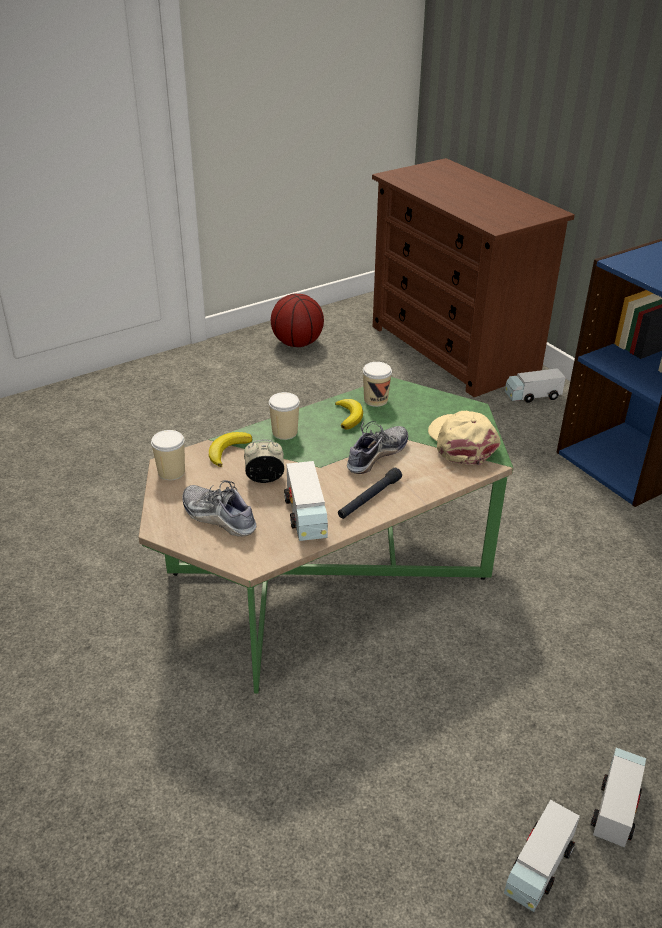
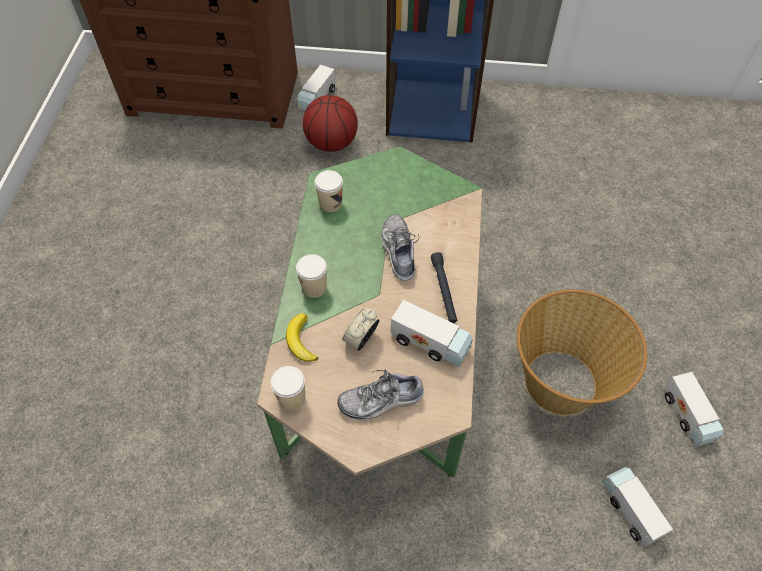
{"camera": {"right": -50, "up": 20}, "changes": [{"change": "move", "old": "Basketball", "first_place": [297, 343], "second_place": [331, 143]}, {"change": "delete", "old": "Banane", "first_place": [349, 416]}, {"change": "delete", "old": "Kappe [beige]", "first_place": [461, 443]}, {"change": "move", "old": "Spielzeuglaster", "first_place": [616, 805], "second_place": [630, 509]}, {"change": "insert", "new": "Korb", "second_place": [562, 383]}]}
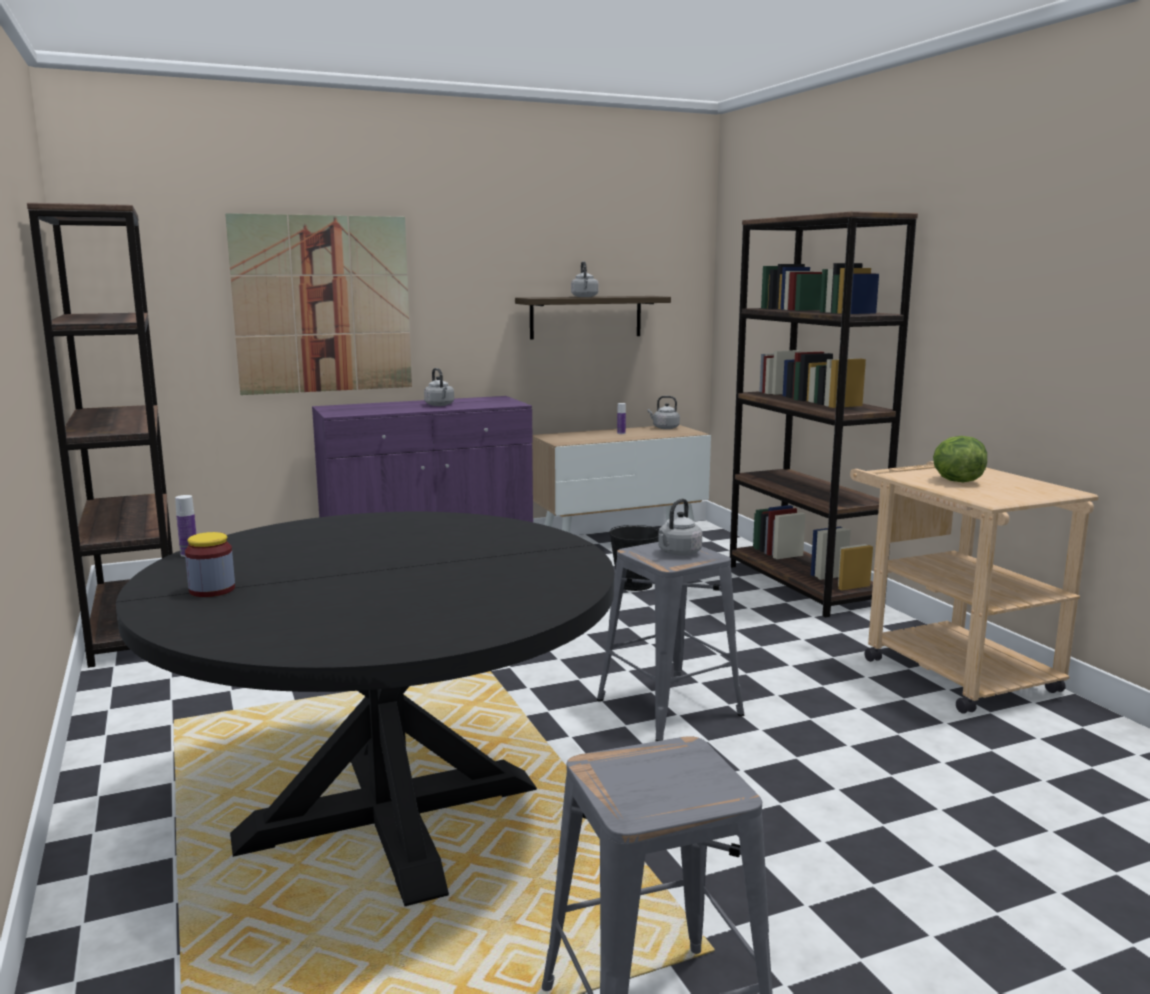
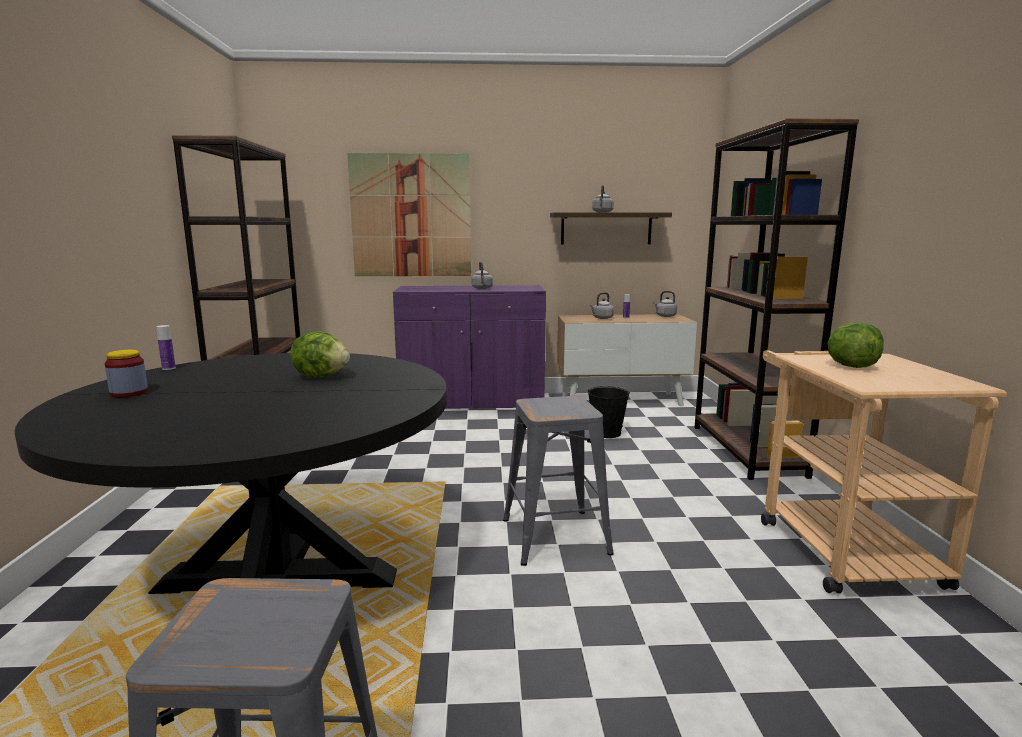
{"camera": {"right": 20, "up": 0}, "changes": [{"change": "move", "old": "Wasserkessel [grau]", "first_place": [678, 553], "second_place": [602, 318]}, {"change": "insert", "new": "Salatkopf", "second_place": [322, 376]}]}
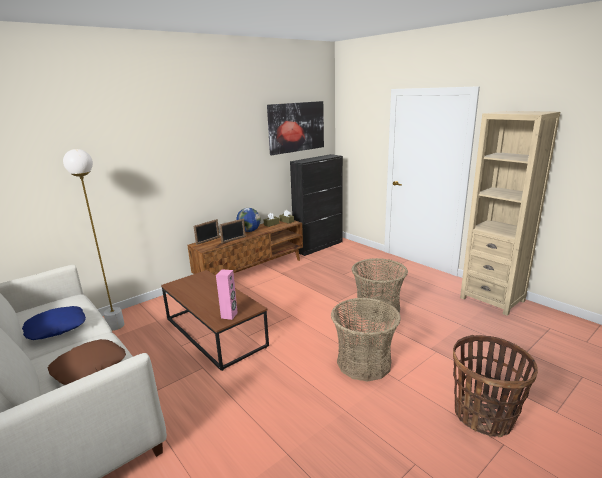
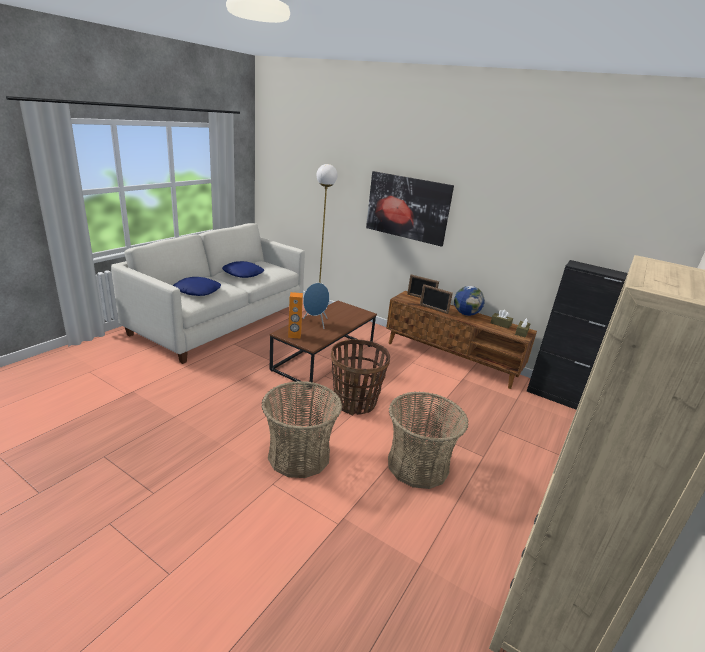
{"camera": {"right": 70, "up": 5}, "changes": [{"change": "move", "old": "Bild", "first_place": [296, 127], "second_place": [407, 207]}, {"change": "recolor", "old": "Lautsprecher [rosa]", "new": "Lautsprecher [orange]", "first_place": [229, 315], "second_place": [294, 335]}, {"change": "move", "old": "Korb", "first_place": [484, 416], "second_place": [355, 402]}, {"change": "recolor", "old": "Kissen [braun]", "new": "Kissen [blau]", "first_place": [89, 367], "second_place": [197, 291]}, {"change": "insert", "new": "Lautsprecher [blau]", "second_place": [315, 323]}]}
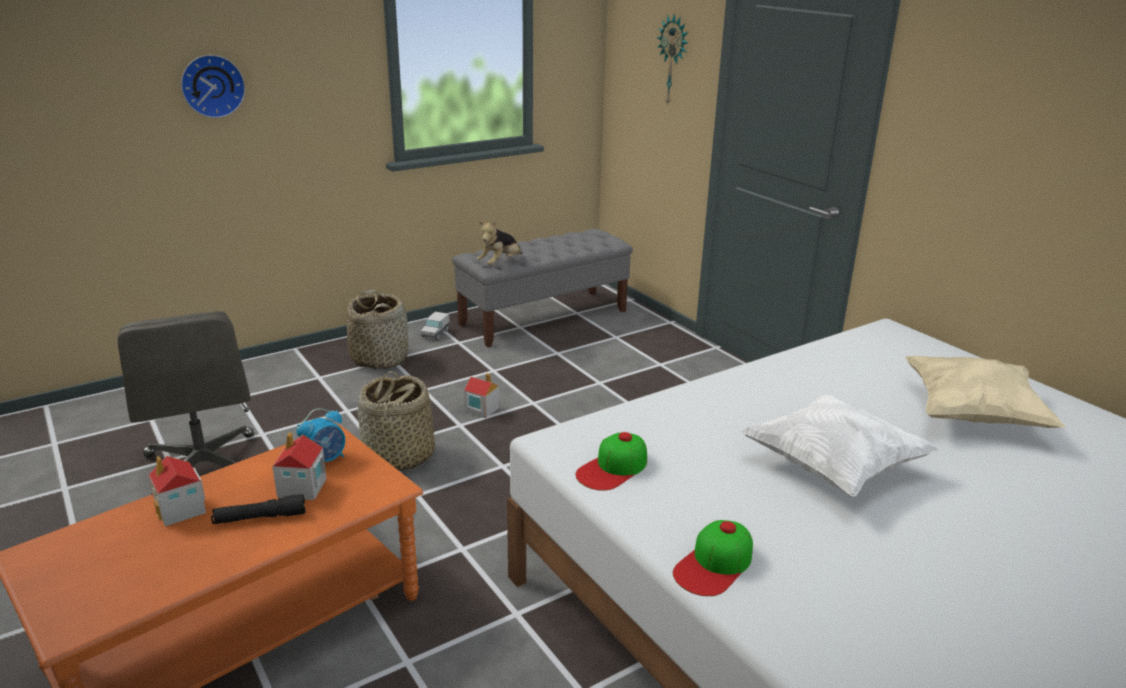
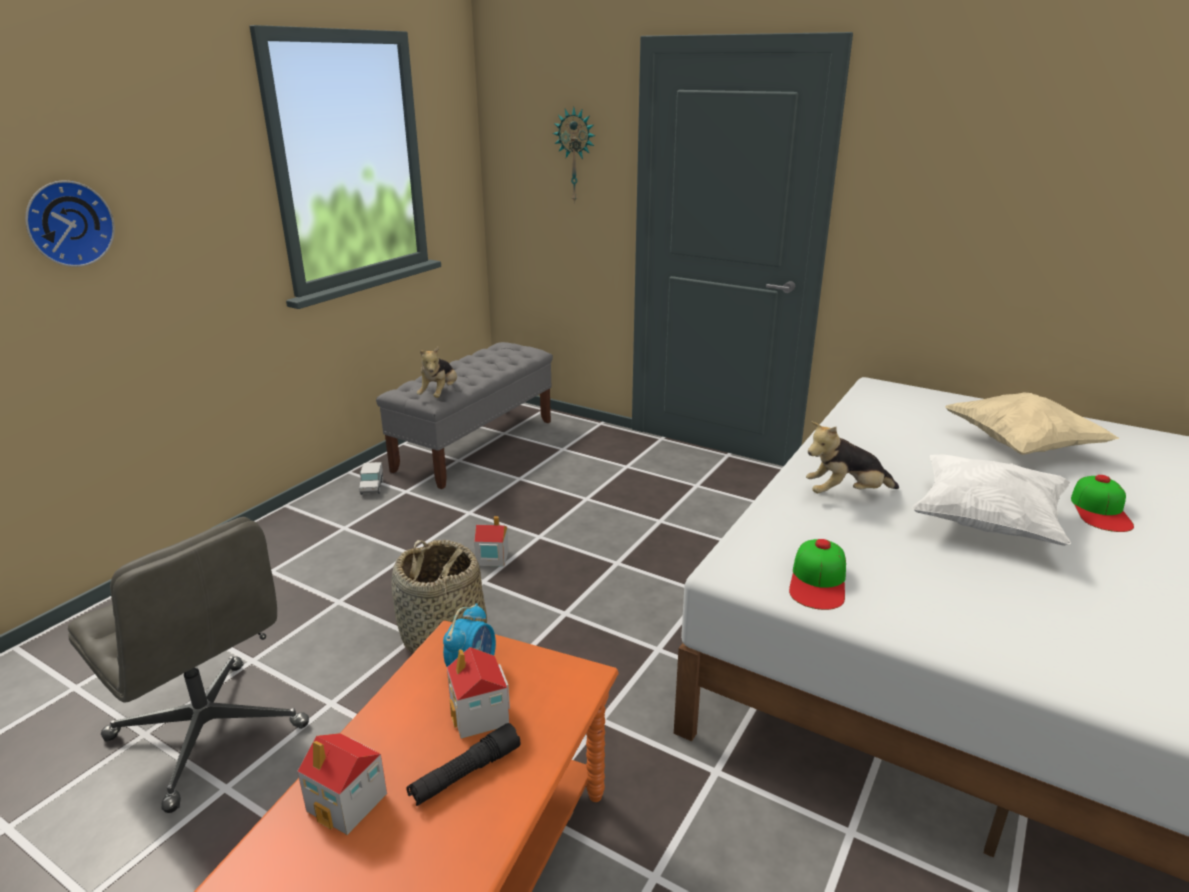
{"camera": {"right": -25, "up": 0}, "changes": [{"change": "delete", "old": "Korb", "first_place": [380, 358]}, {"change": "move", "old": "Kappe", "first_place": [714, 565], "second_place": [1100, 511]}, {"change": "insert", "new": "Plüschtier", "second_place": [845, 494]}]}
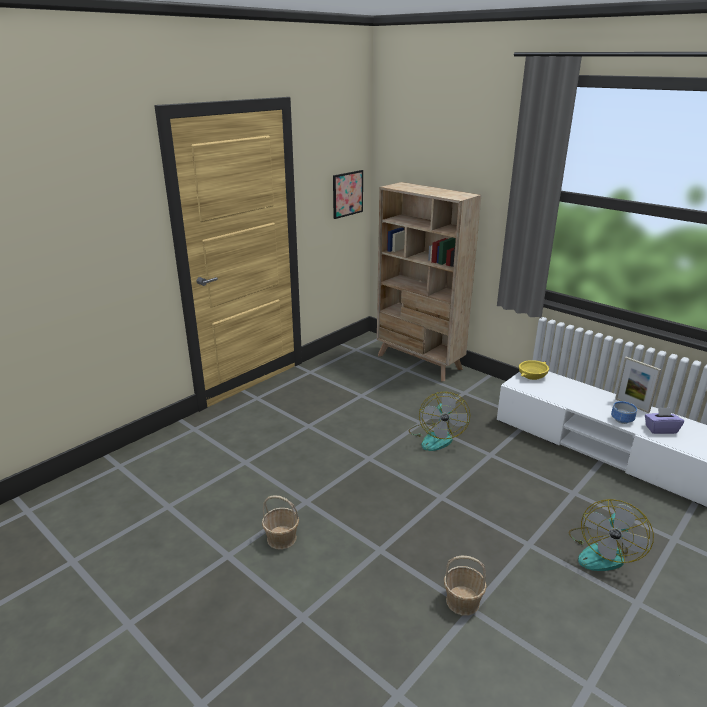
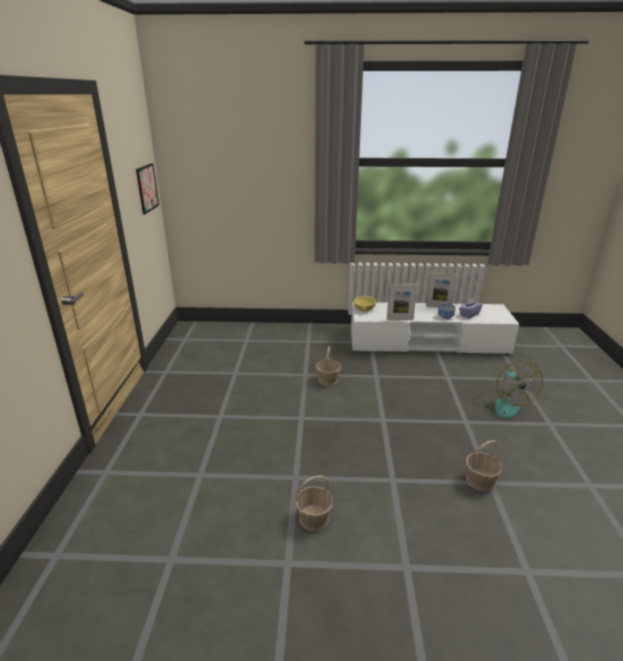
{"camera": {"right": -40, "up": 0}, "changes": [{"change": "delete", "old": "Bücherregal [beige]", "first_place": [419, 362]}, {"change": "replace", "old": "Ventilator", "new": "Korb", "first_place": [436, 437], "second_place": [328, 380]}, {"change": "insert", "new": "Bilderrahmen", "second_place": [400, 319]}]}
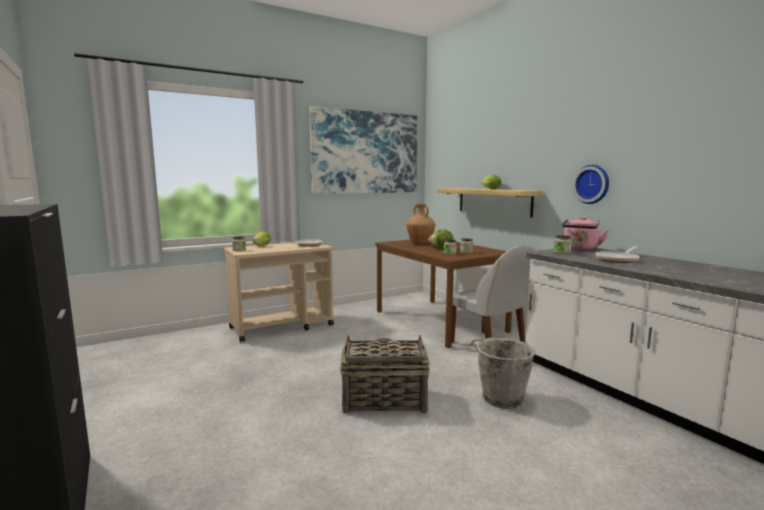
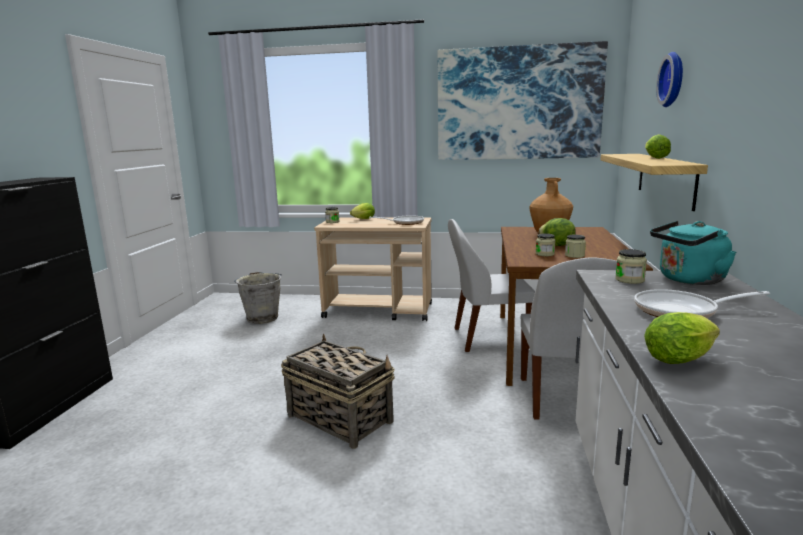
{"camera": {"right": 40, "up": 5}, "changes": [{"change": "move", "old": "Wanduhr", "first_place": [592, 184], "second_place": [674, 79]}, {"change": "recolor", "old": "Wasserkessel [rosa]", "new": "Wasserkessel [türkis]", "first_place": [580, 249], "second_place": [688, 280]}, {"change": "move", "old": "Eimer [grau]", "first_place": [500, 398], "second_place": [262, 318]}, {"change": "insert", "new": "Stuhl [weiß]", "second_place": [487, 338]}, {"change": "insert", "new": "Salatkopf", "second_place": [682, 358]}]}
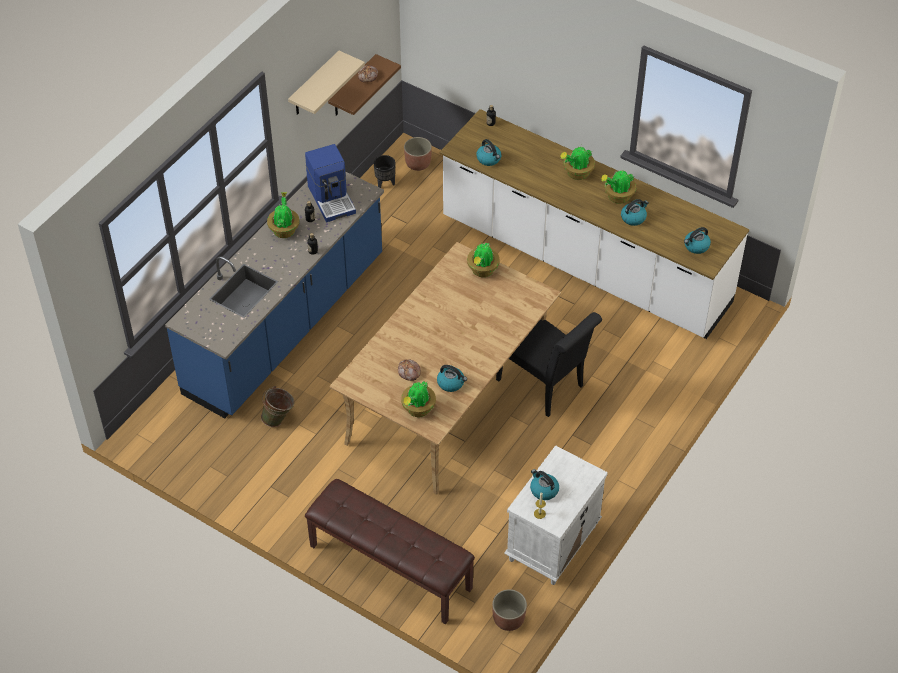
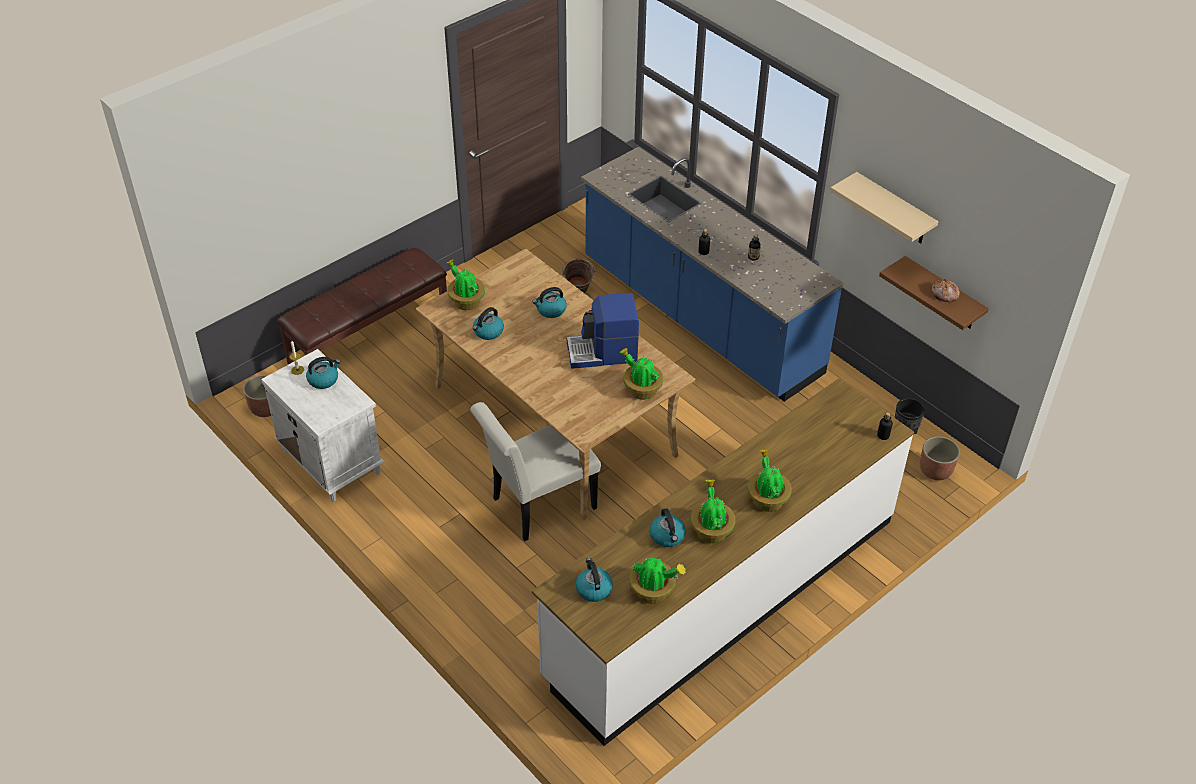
{"camera": {"right": 105, "up": -5}, "changes": [{"change": "move", "old": "Wasserkessel", "first_place": [489, 159], "second_place": [550, 310]}, {"change": "move", "old": "Kaffeemaschine", "first_place": [332, 199], "second_place": [602, 353]}, {"change": "move", "old": "Topfpflanze", "first_place": [284, 229], "second_place": [653, 592]}, {"change": "recolor", "old": "Stuhl [schwarz]", "new": "Stuhl [weiß]", "first_place": [544, 386], "second_place": [538, 506]}, {"change": "delete", "old": "Brot", "first_place": [408, 372]}]}
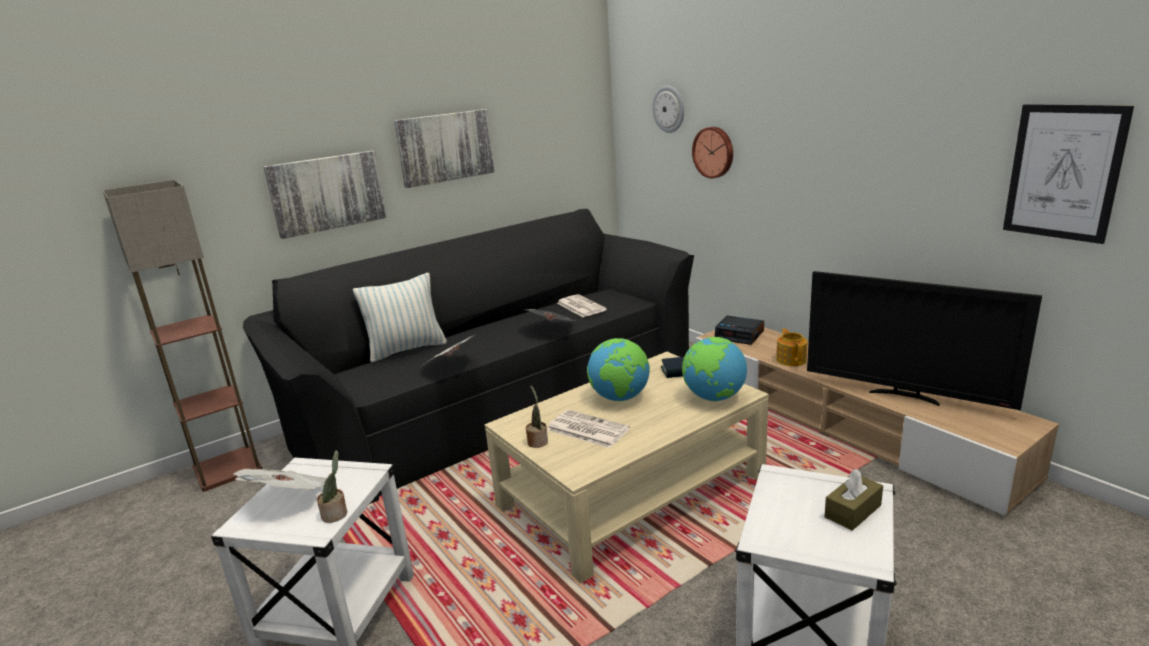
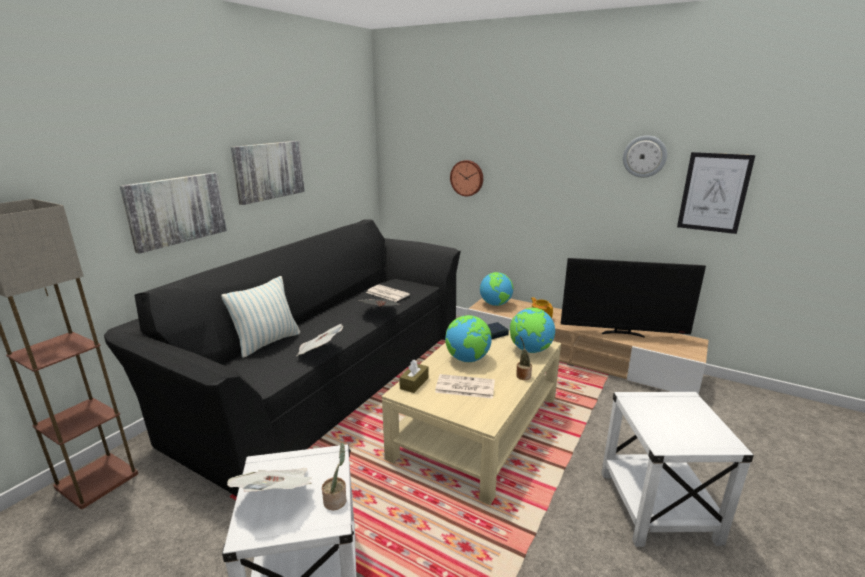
{"camera": {"right": -25, "up": 0}, "changes": [{"change": "move", "old": "Wanduhr", "first_place": [669, 109], "second_place": [644, 156]}, {"change": "replace", "old": "Wecker", "new": "Globus", "first_place": [740, 335], "second_place": [495, 304]}, {"change": "move", "old": "Topfpflanze", "first_place": [537, 441], "second_place": [522, 375]}, {"change": "move", "old": "Taschentuchbox [braun]", "first_place": [852, 511], "second_place": [414, 383]}]}
